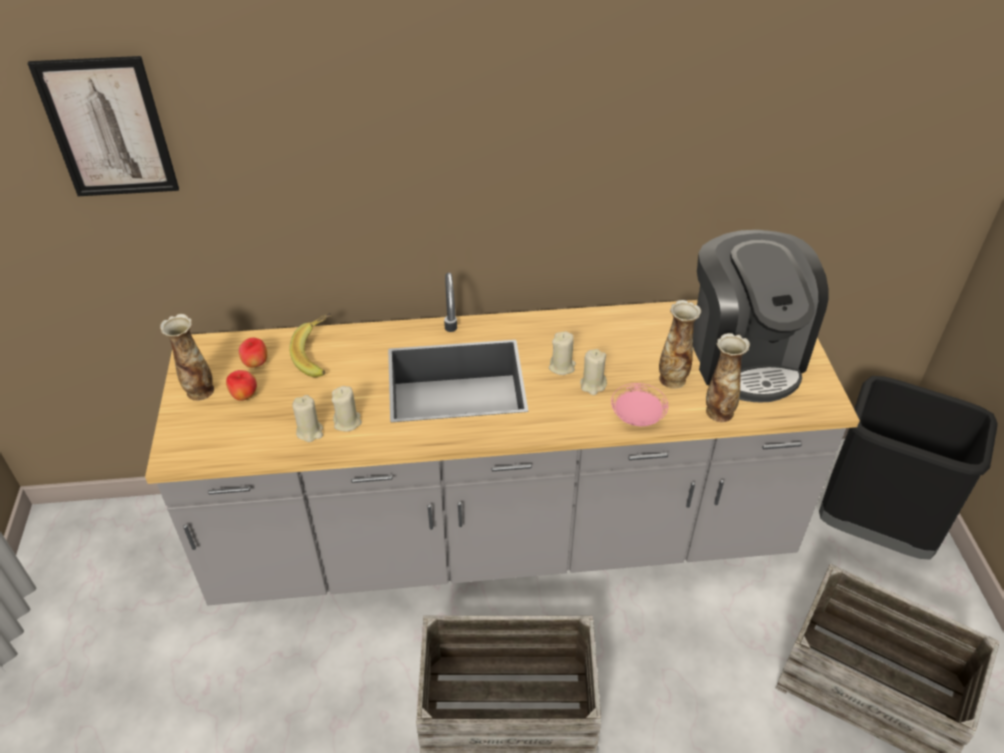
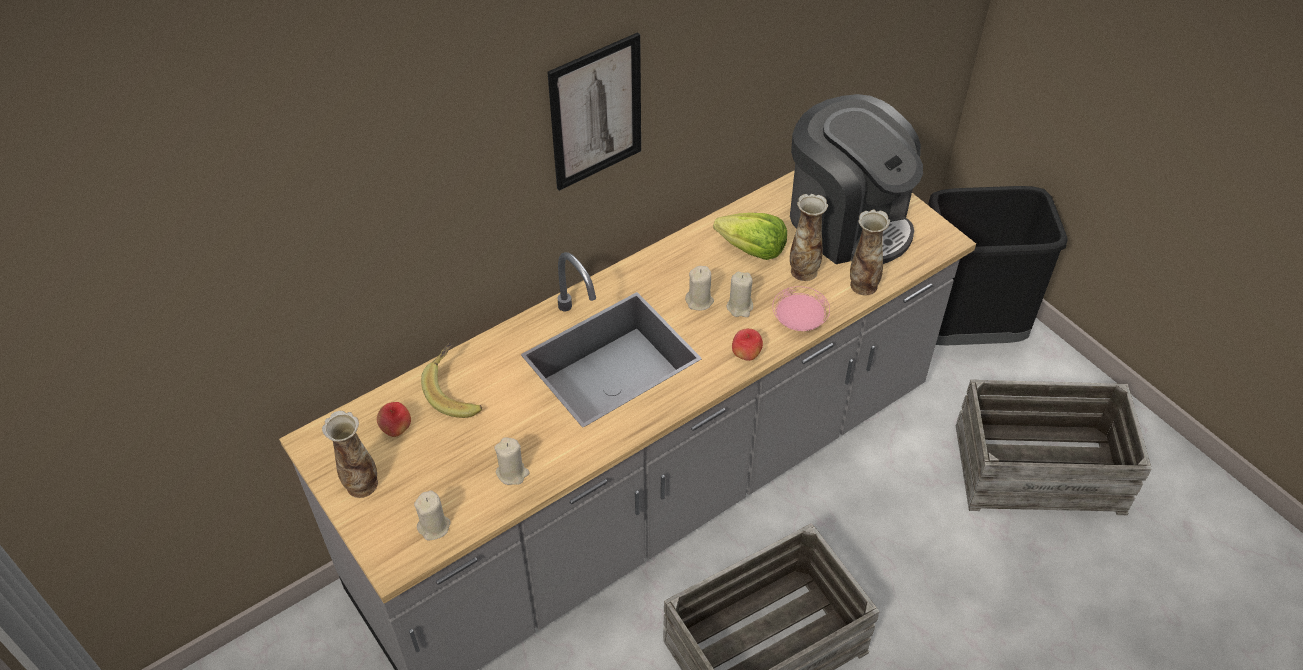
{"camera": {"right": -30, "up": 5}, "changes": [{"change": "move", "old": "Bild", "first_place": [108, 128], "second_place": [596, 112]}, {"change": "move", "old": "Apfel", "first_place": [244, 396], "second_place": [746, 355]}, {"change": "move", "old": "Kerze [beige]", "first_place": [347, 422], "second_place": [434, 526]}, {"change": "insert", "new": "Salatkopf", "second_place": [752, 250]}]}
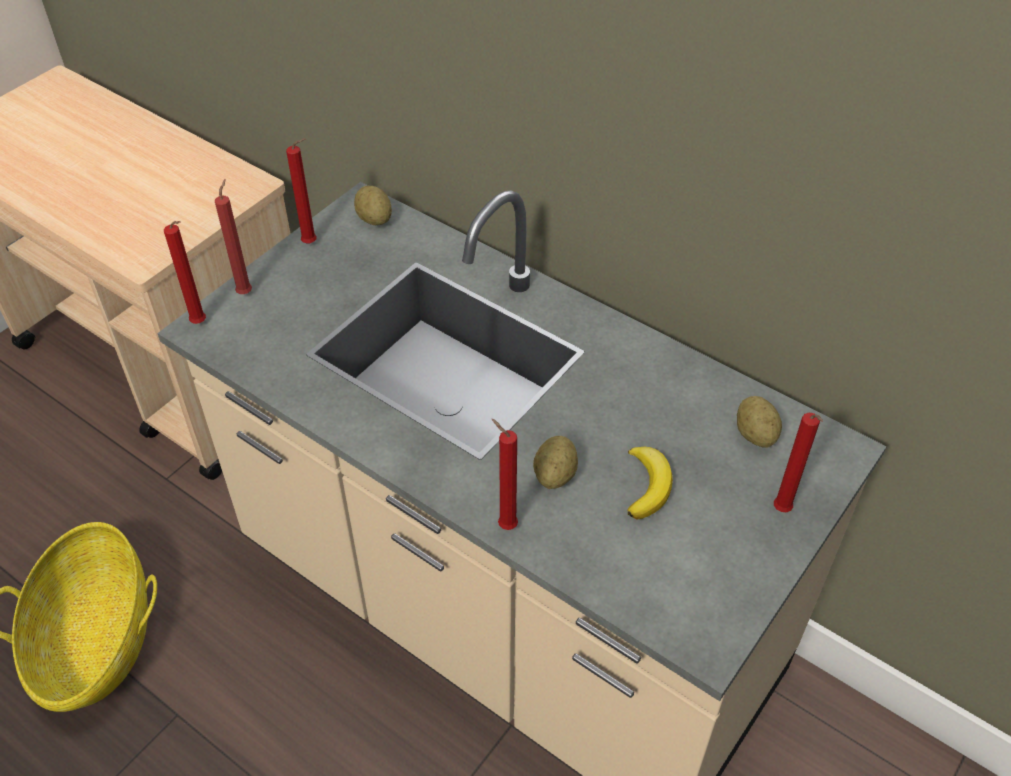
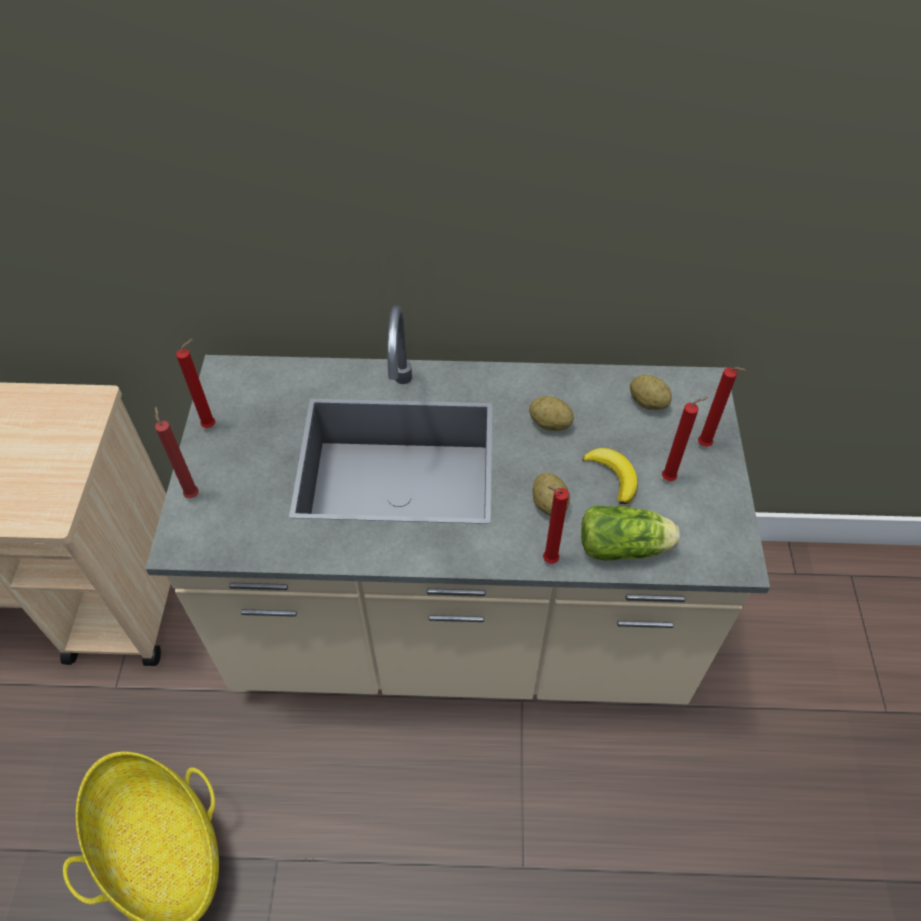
{"camera": {"right": -35, "up": 5}, "changes": [{"change": "move", "old": "Kartoffel", "first_place": [374, 219], "second_place": [550, 423]}, {"change": "move", "old": "Kerze [rot]", "first_place": [201, 324], "second_place": [670, 478]}, {"change": "insert", "new": "Salatkopf", "second_place": [626, 547]}]}
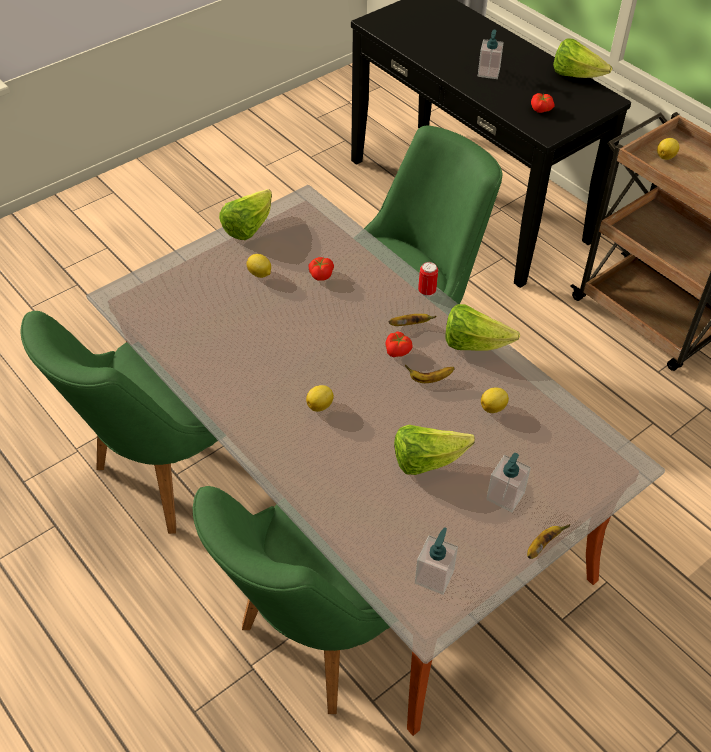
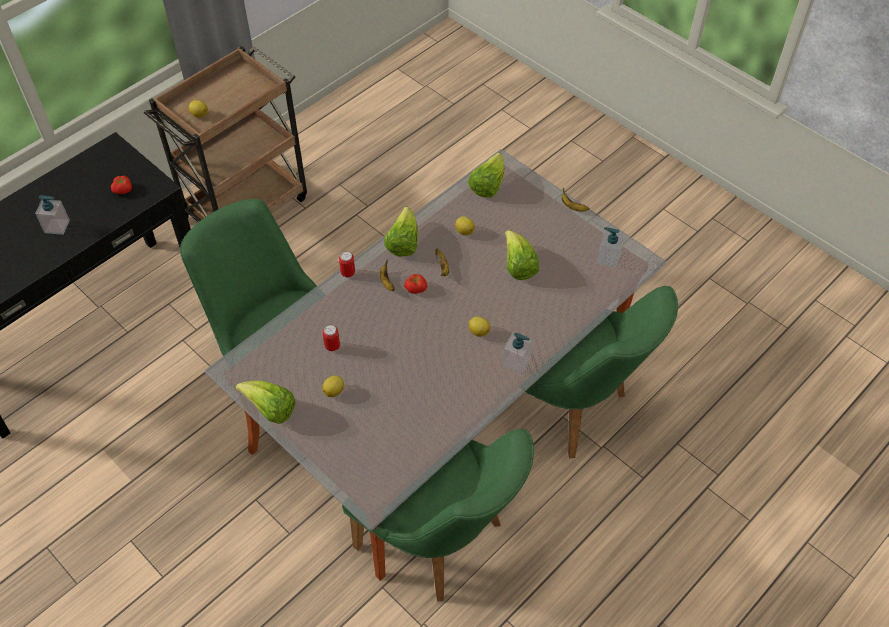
{"camera": {"right": -95, "up": 5}, "changes": [{"change": "move", "old": "Salatkopf", "first_place": [575, 75], "second_place": [487, 185]}, {"change": "replace", "old": "Tomate", "new": "Dose", "first_place": [320, 275], "second_place": [332, 346]}, {"change": "move", "old": "Seifenspender", "first_place": [505, 496], "second_place": [516, 362]}]}
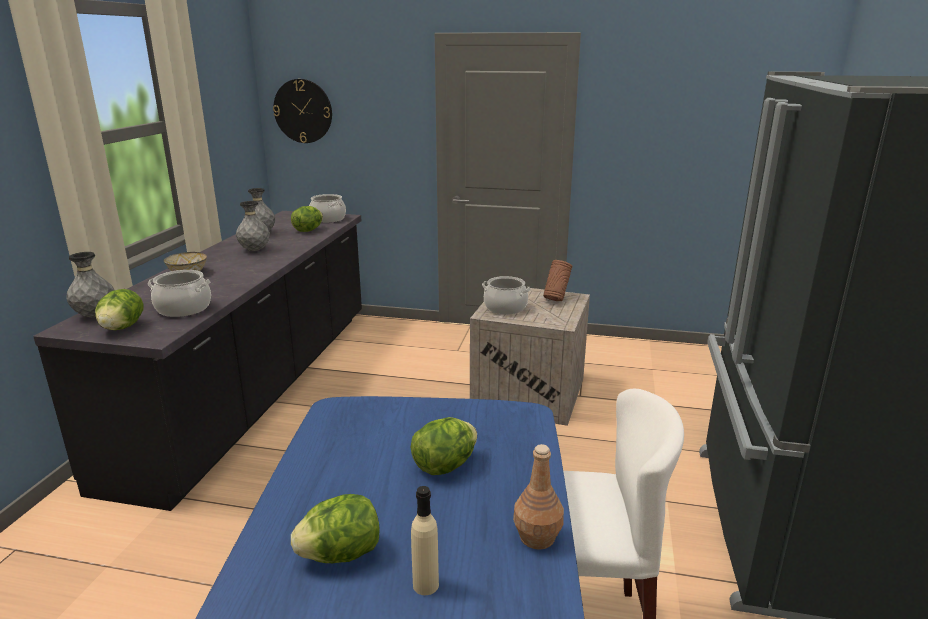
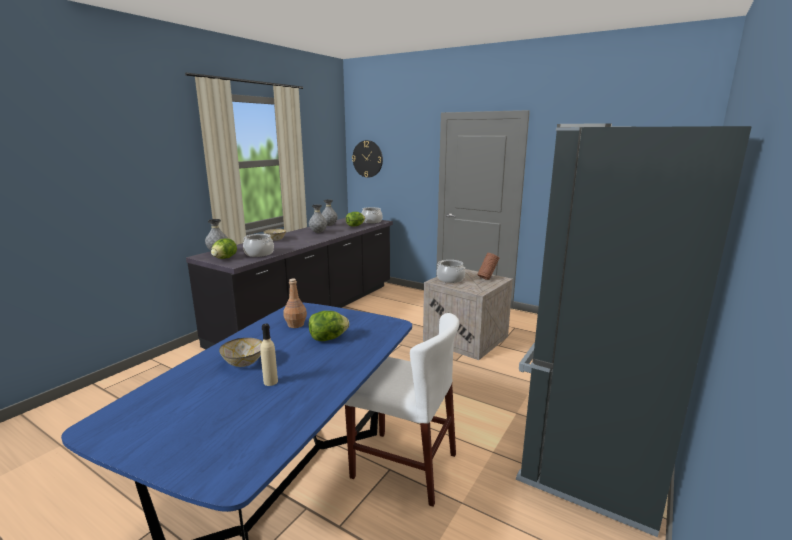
{"camera": {"right": 20, "up": -5}, "changes": [{"change": "move", "old": "Flasche [braun]", "first_place": [538, 537], "second_place": [296, 325]}, {"change": "replace", "old": "Salatkopf", "new": "Schüssel", "first_place": [341, 554], "second_place": [244, 363]}]}
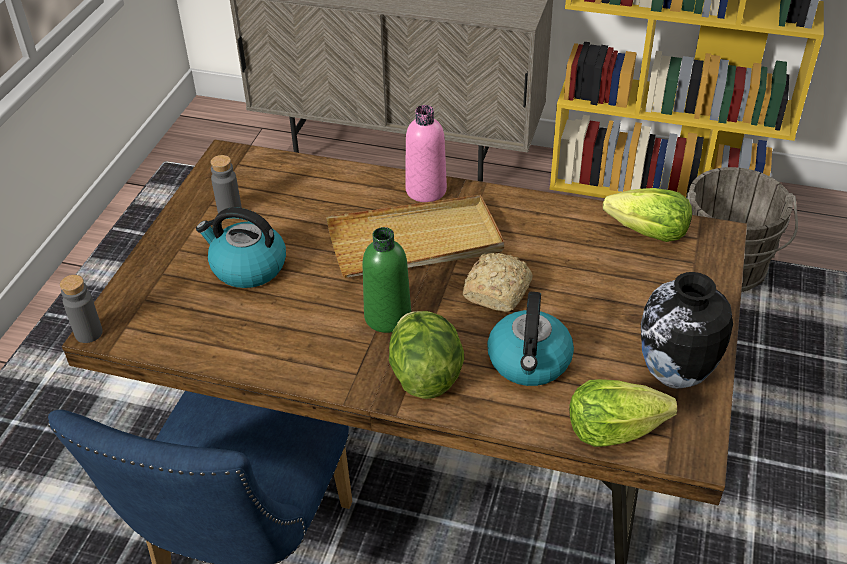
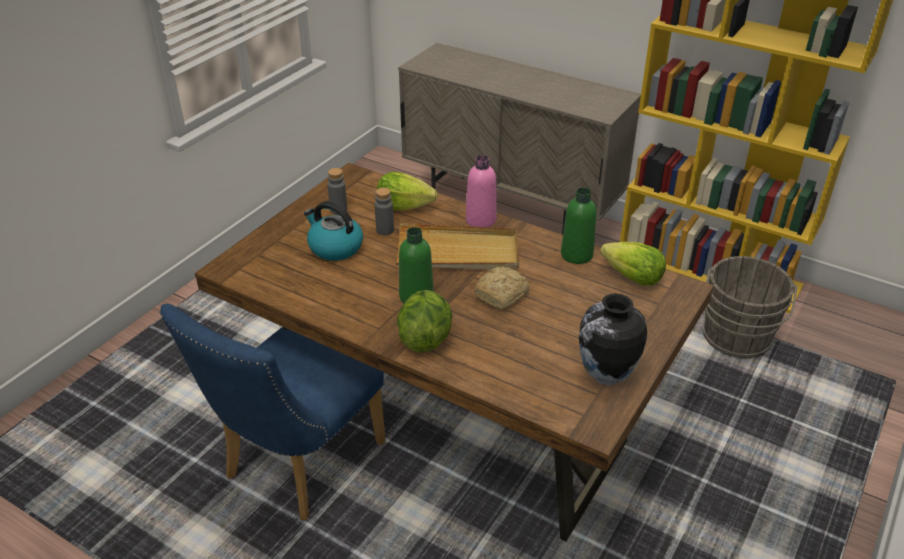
{"camera": {"right": 15, "up": -5}, "changes": [{"change": "move", "old": "Flasche [grau]", "first_place": [88, 333], "second_place": [385, 230]}, {"change": "delete", "old": "Wasserkessel", "first_place": [529, 362]}, {"change": "move", "old": "Salatkopf", "first_place": [612, 430], "second_place": [404, 206]}, {"change": "insert", "new": "Flasche [grün]", "second_place": [576, 255]}]}
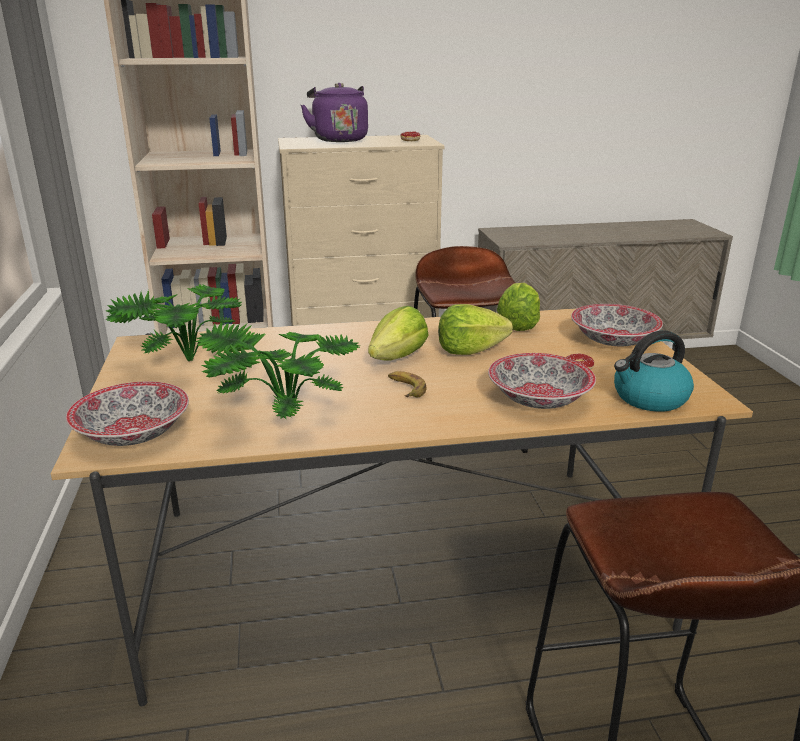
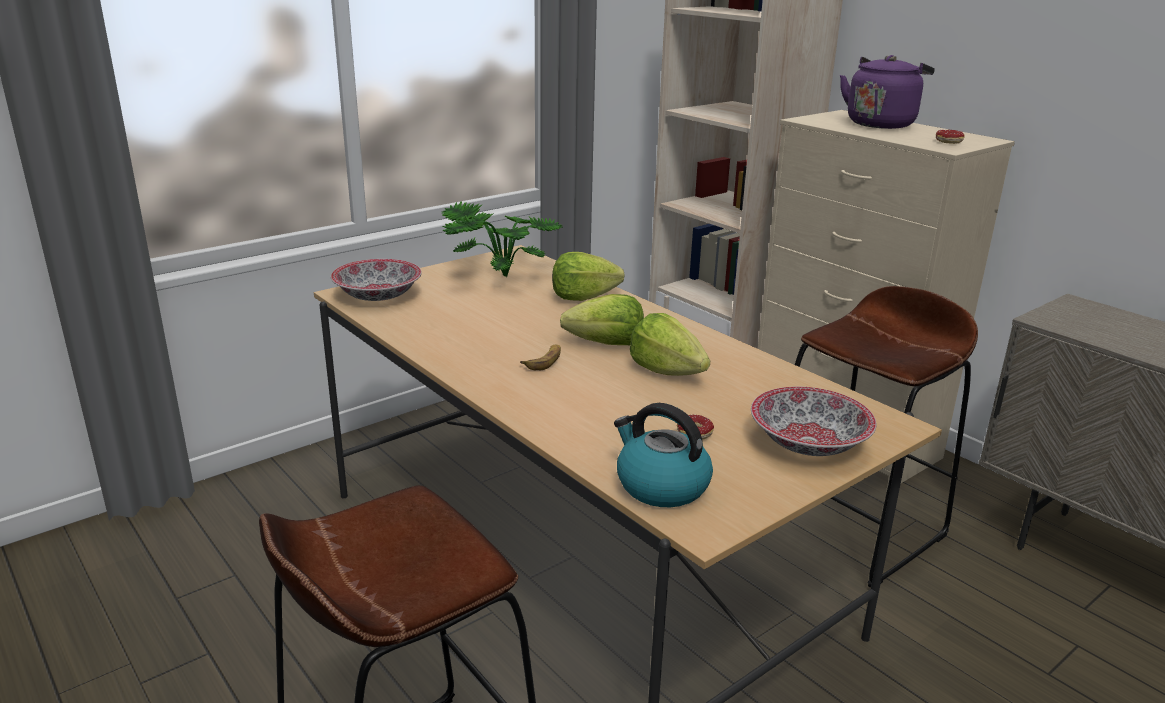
{"camera": {"right": 60, "up": 0}, "changes": [{"change": "move", "old": "Salatkopf", "first_place": [518, 324], "second_place": [583, 297]}, {"change": "delete", "old": "Topfpflanze", "first_place": [279, 415]}, {"change": "delete", "old": "Schüssel", "first_place": [539, 399]}]}
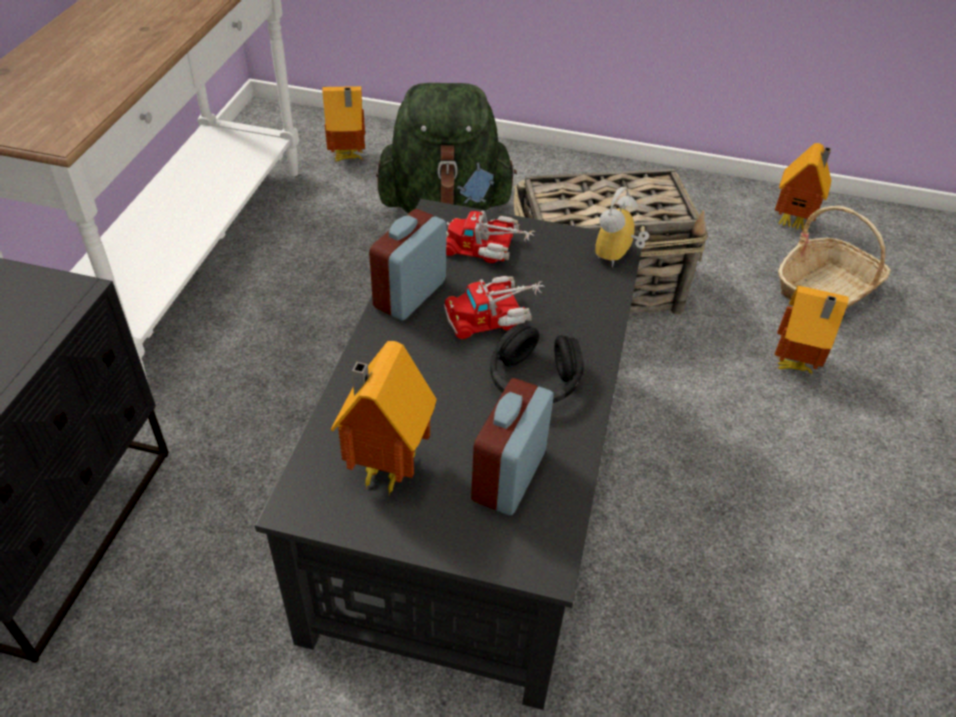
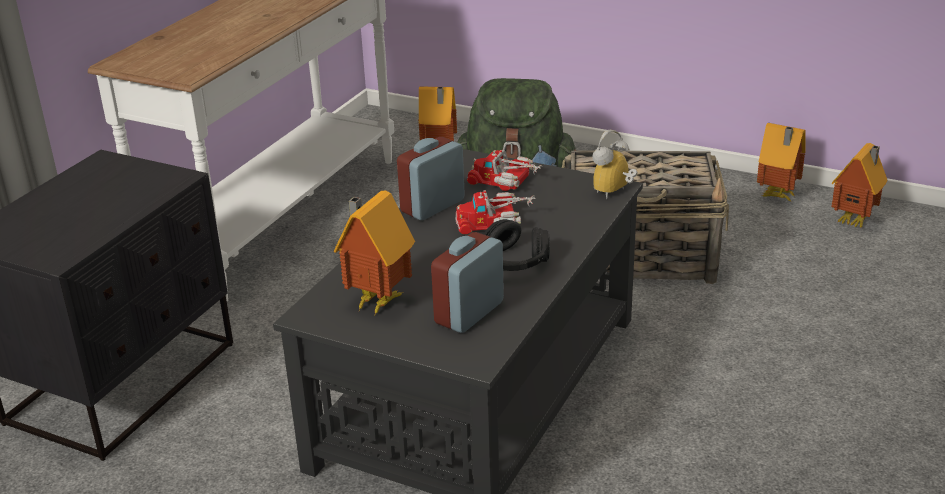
{"camera": {"right": 15, "up": -15}, "changes": [{"change": "delete", "old": "Korb", "first_place": [826, 290]}, {"change": "move", "old": "Spielzeughaus", "first_place": [793, 366], "second_place": [777, 197]}]}
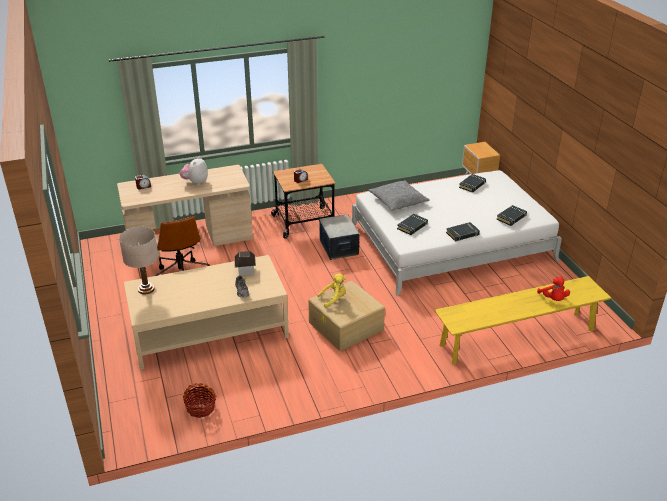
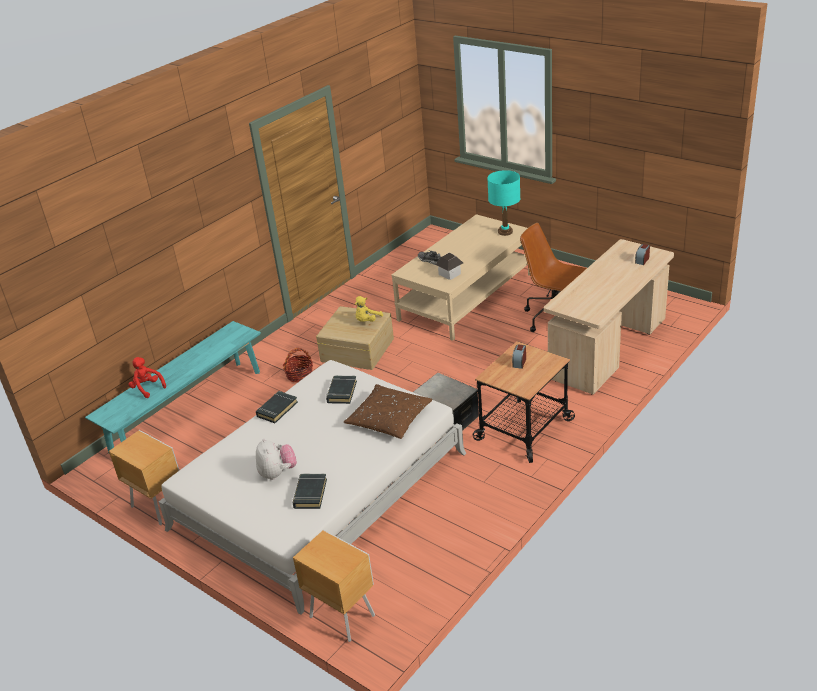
{"camera": {"right": 150, "up": 0}, "changes": [{"change": "move", "old": "Plüschtier", "first_place": [195, 182], "second_place": [277, 473]}, {"change": "recolor", "old": "Kissen [grau]", "new": "Kissen [braun]", "first_place": [398, 201], "second_place": [389, 418]}, {"change": "delete", "old": "Buch [schwarz]", "first_place": [511, 217]}, {"change": "recolor", "old": "Tischlampe [beige]", "new": "Tischlampe [türkis]", "first_place": [146, 289], "second_place": [505, 232]}, {"change": "recolor", "old": "Bank [gelb]", "new": "Bank [türkis]", "first_place": [517, 337], "second_place": [187, 410]}, {"change": "move", "old": "Korb", "first_place": [200, 408], "second_place": [299, 375]}, {"change": "insert", "new": "Nachttisch [braun]", "second_place": [158, 505]}]}
